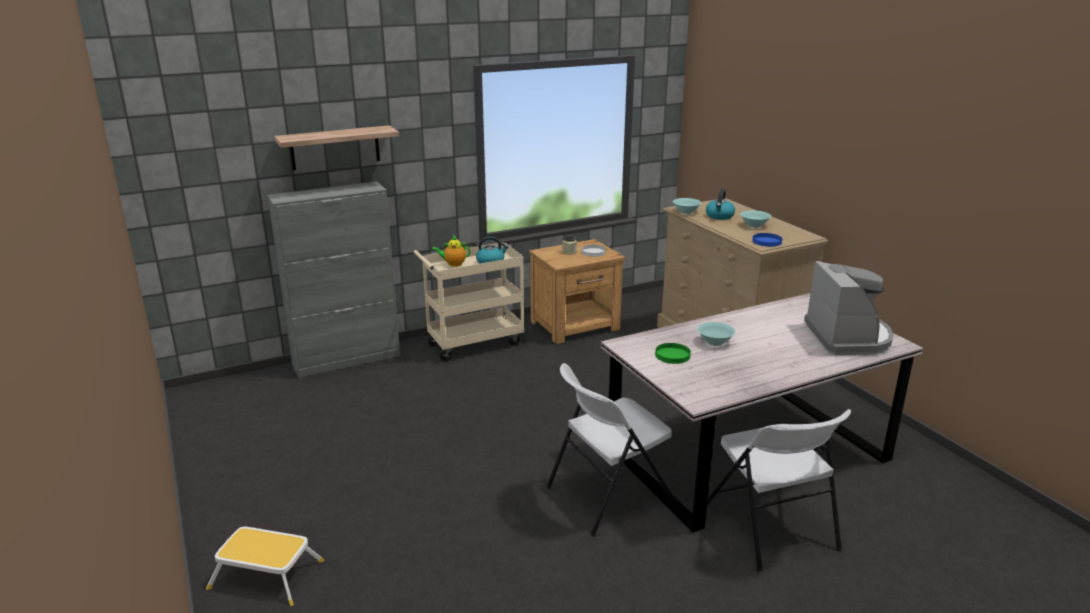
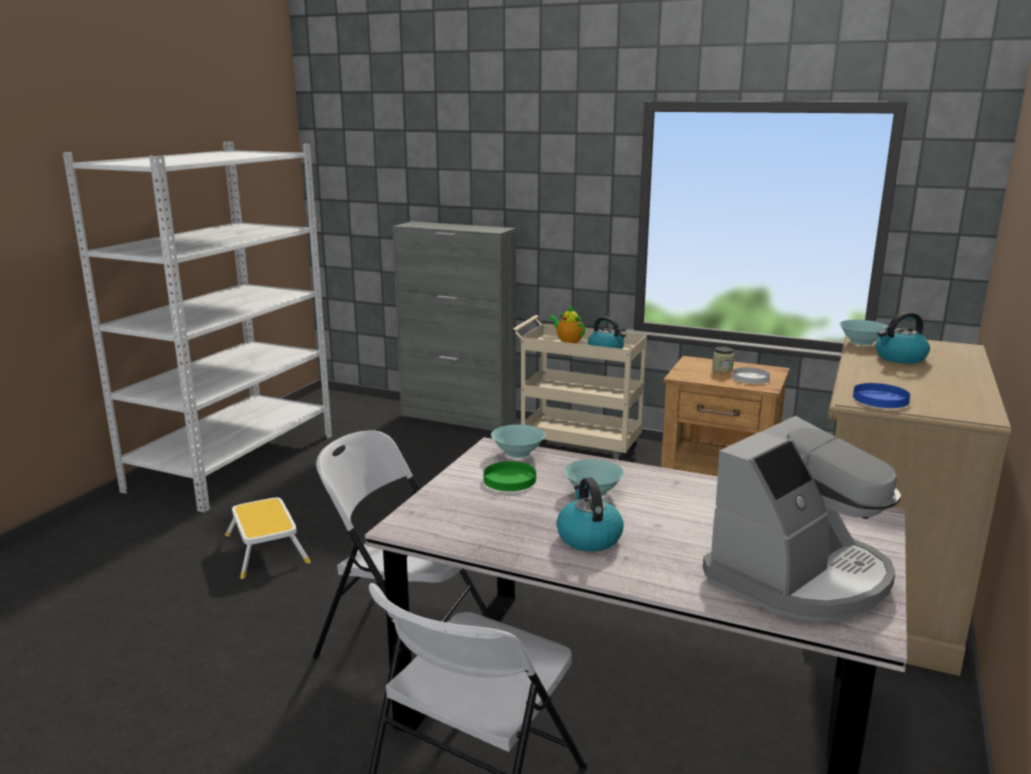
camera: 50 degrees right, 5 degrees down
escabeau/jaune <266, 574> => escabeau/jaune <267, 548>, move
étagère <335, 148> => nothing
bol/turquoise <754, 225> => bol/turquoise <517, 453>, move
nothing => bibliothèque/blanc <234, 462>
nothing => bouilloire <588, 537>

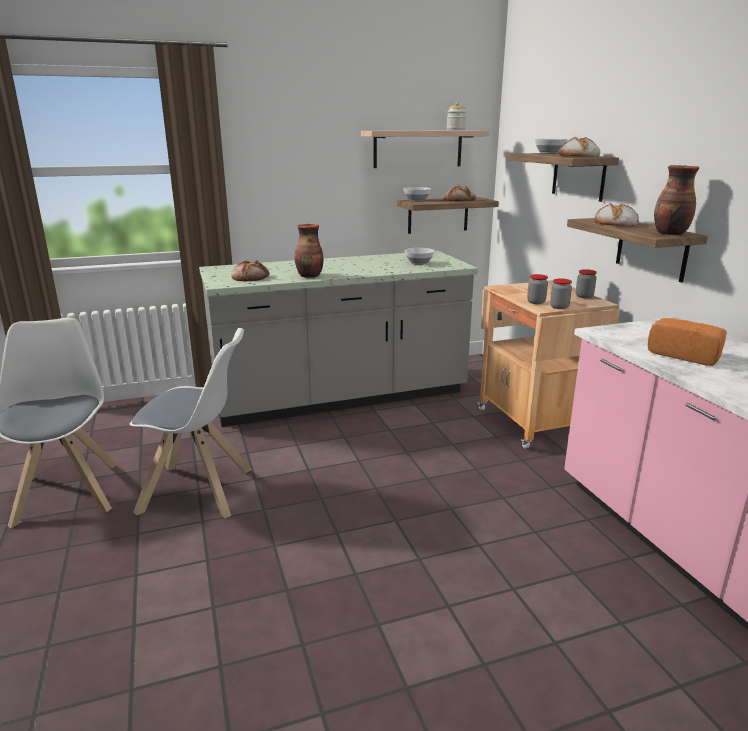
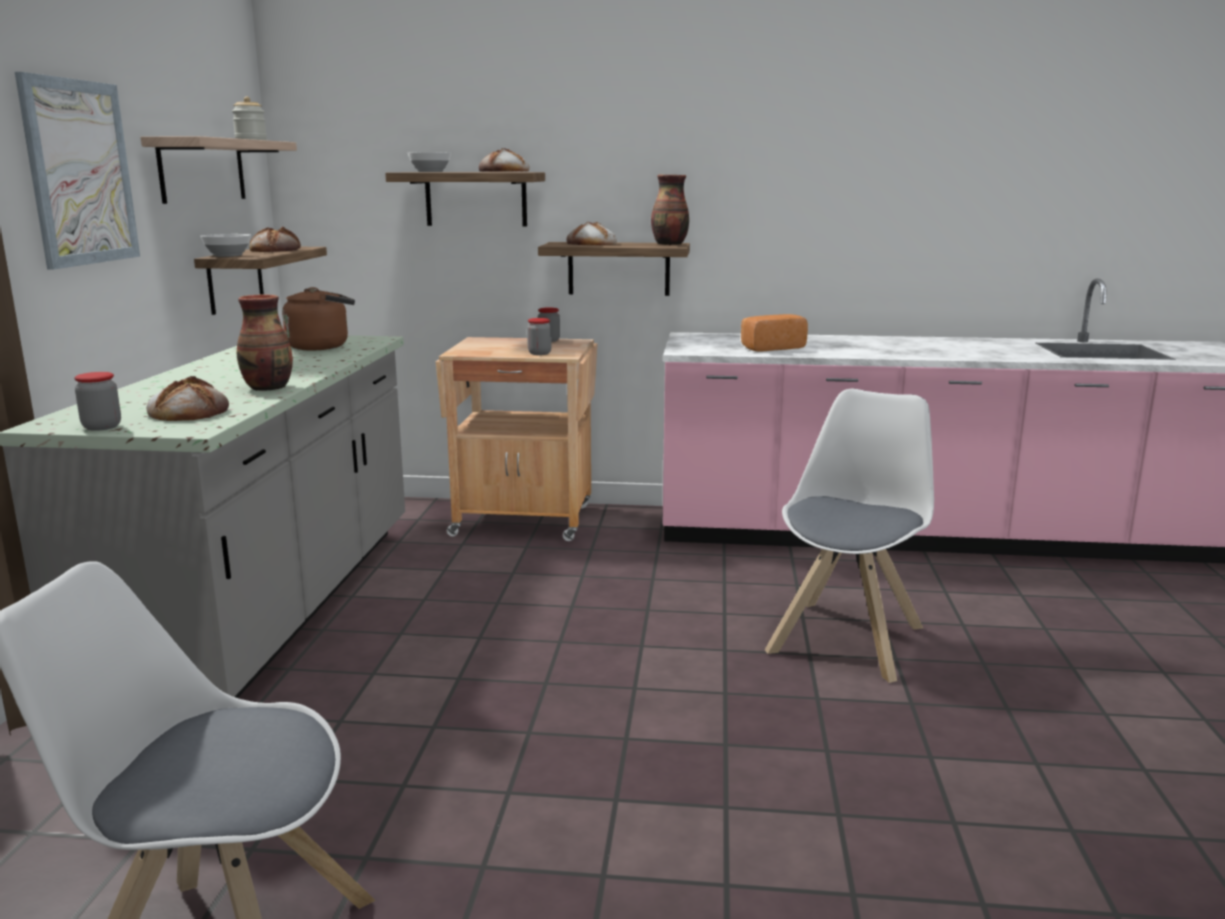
camera: 65 degrees left, 5 degrees down
chaise <200, 491> => chaise <848, 637>, move
bol <419, 263> => bouilloire/marron <322, 346>
bocal <559, 307> => bocal <102, 427>, move
nothing => tableau <80, 173>

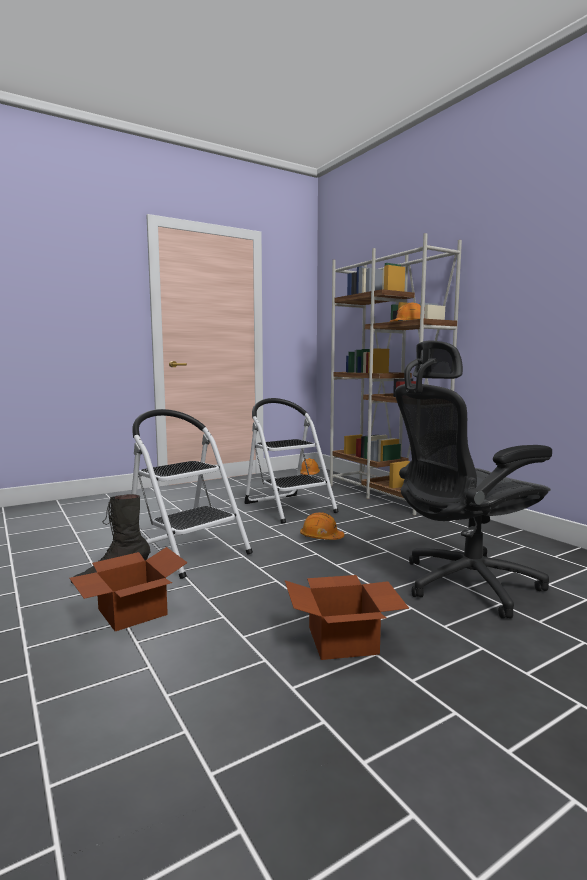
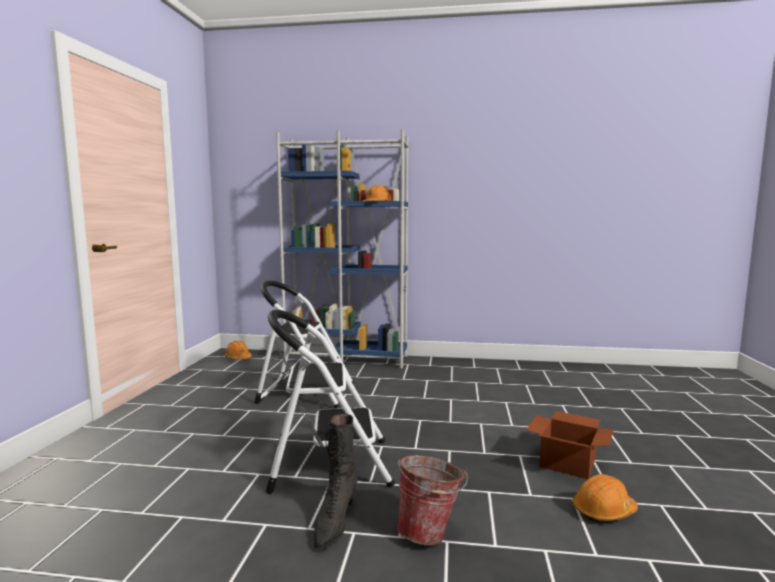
camera: 50 degrees left, 0 degrees up
carton <130, 612> => seau <430, 533>
casque de chantier/orange <321, 537> => casque de chantier/orange <603, 511>, move
bibliothèque/marron <384, 495> => bibliothèque/bleu <347, 359>
chaise de bureau <463, 586> => nothing

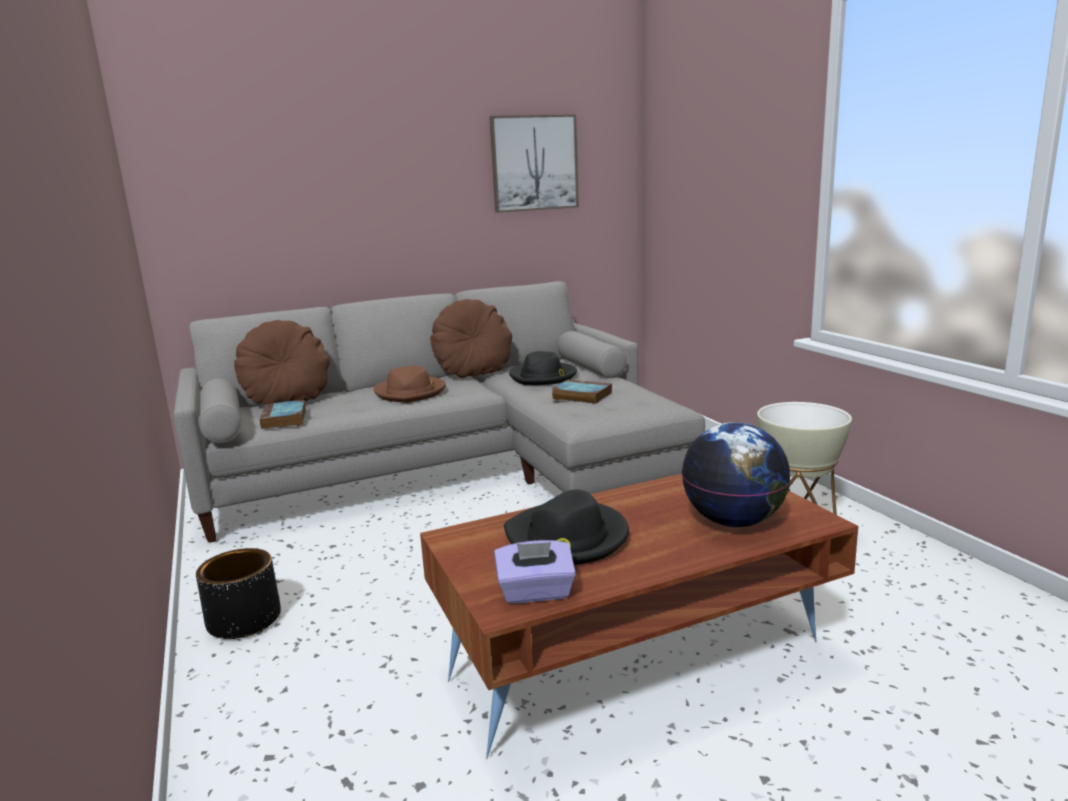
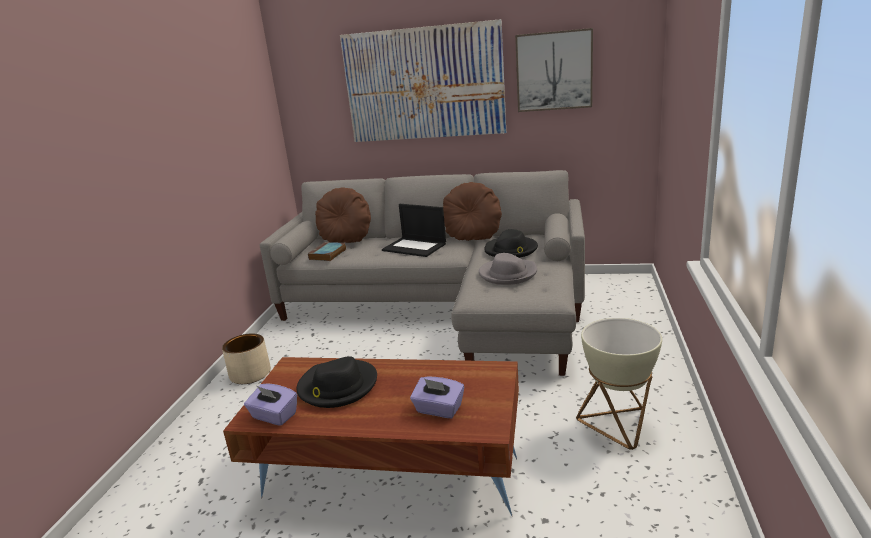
camera: 35 degrees right, 5 degrees up
cache-pot/noir <243, 620> => cache-pot/beige <250, 374>
chapeau/marron <410, 392> => ordinateur portable <415, 247>
livre <580, 396> => chapeau/gris <508, 274>
globe <734, 521> => boîte à mouchoirs/violet <438, 410>
nothing => tableau <424, 83>

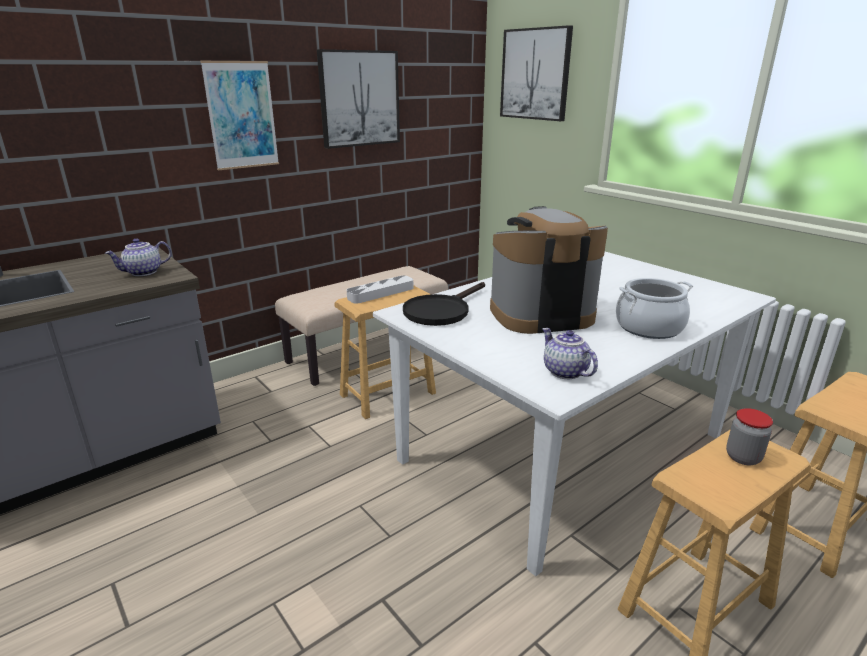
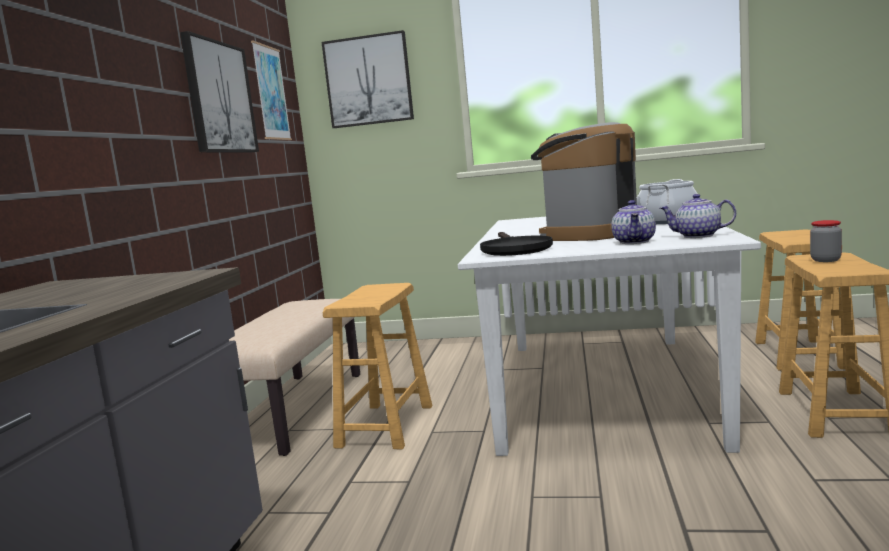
camera: 40 degrees left, 15 degrees down
théière <143, 272> => théière <635, 242>, move
tableau <241, 115> => tableau <271, 93>, move
plateau/gris <381, 293> => nothing

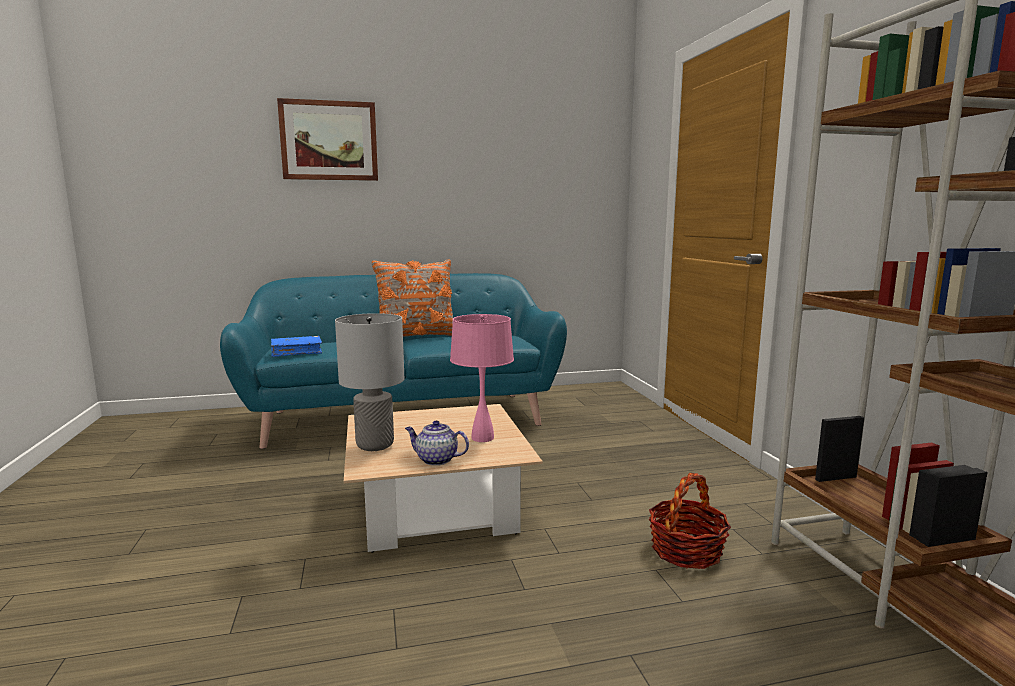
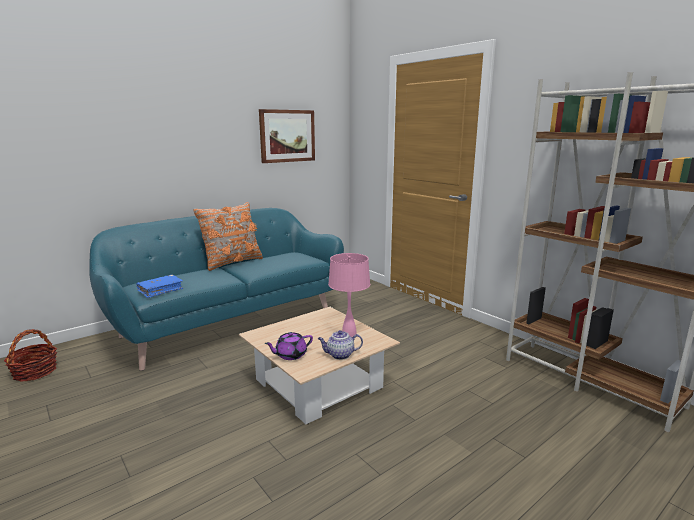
camera: 25 degrees left, 5 degrees up
tableau <329, 141> => tableau <287, 136>, move
lampe de table/gris <374, 447> => théière/violet <290, 355>
panier <686, 551> => panier <35, 372>, move

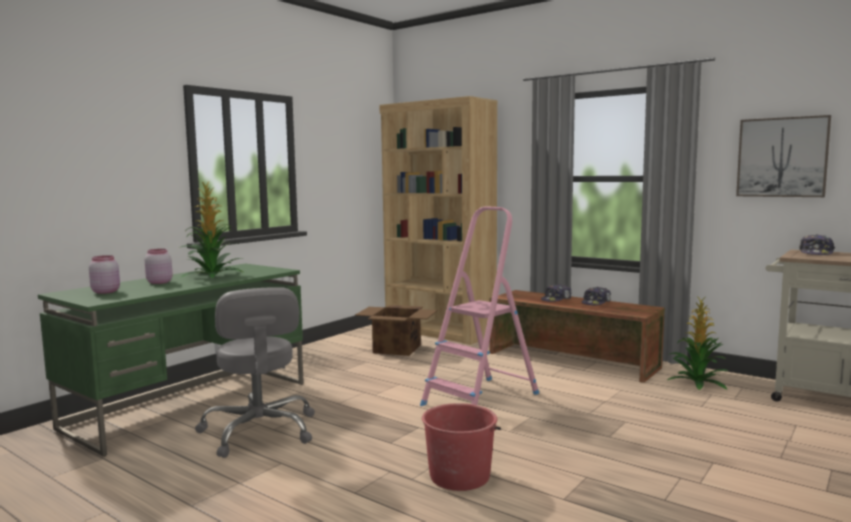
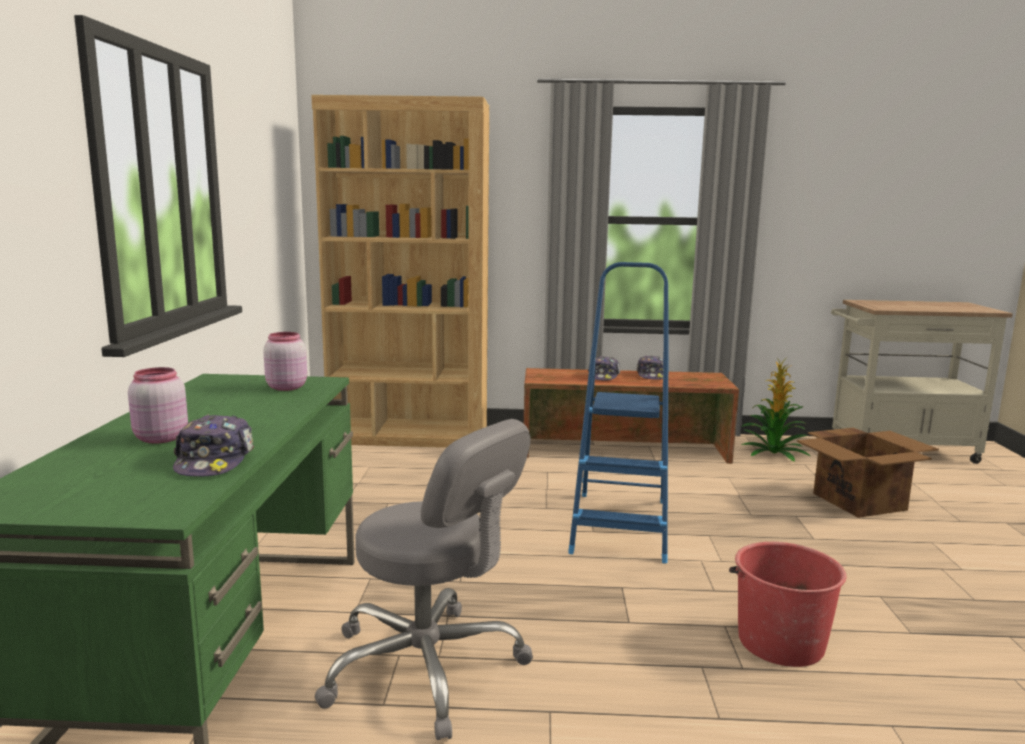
camera: 35 degrees left, 5 degrees up
bocal/rose <106, 292> => bocal/rose <286, 387>, move
plante en pot <212, 276> => nothing
carton <397, 349> => carton <860, 501>, move
escabeau/rose <480, 399> => escabeau/bleu <620, 526>
tableau <782, 157> => nothing
casquette <816, 253> => casquette <215, 461>, move

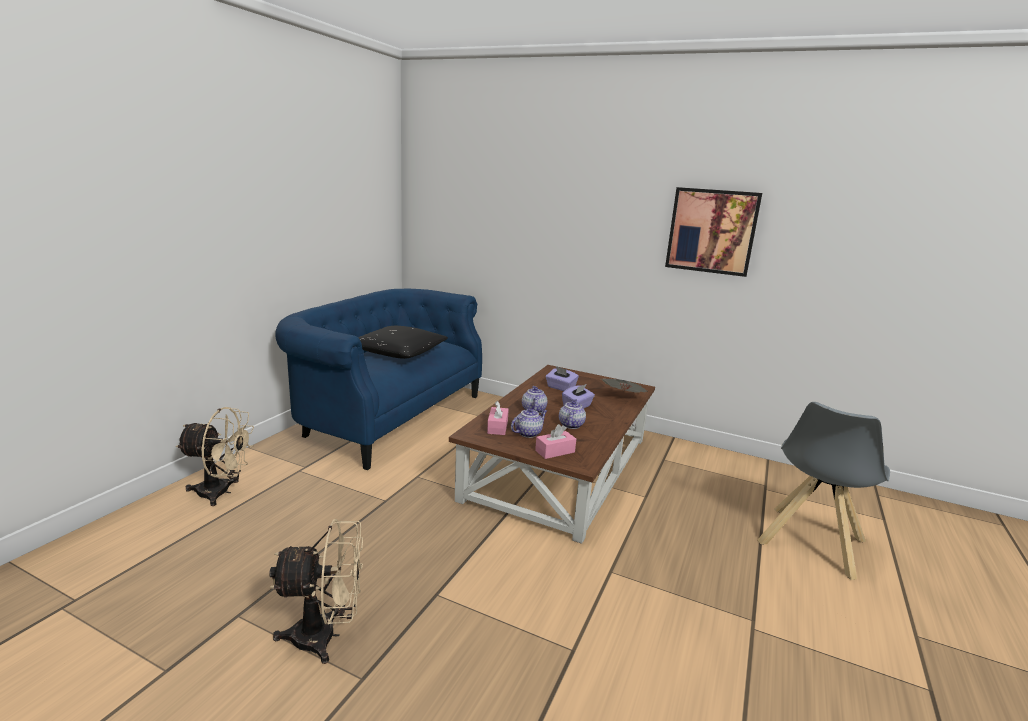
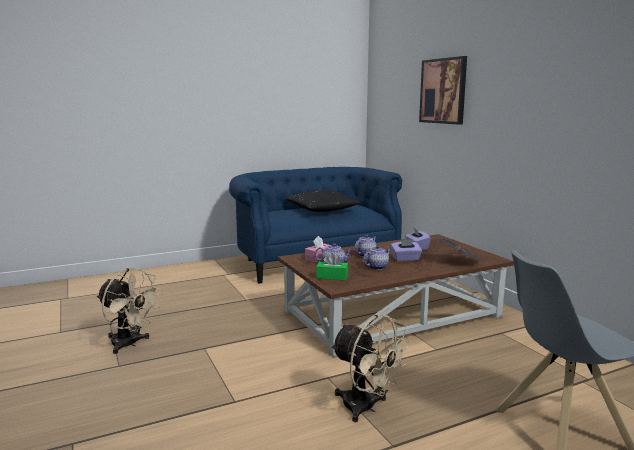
camera: 40 degrees right, 5 degrees down
ventilateur/beige <221, 492> => ventilateur/beige <366, 408>, move
boîte à mouchoirs/rose <555, 451> => boîte à mouchoirs/vert <332, 277>
tableau <711, 231> => tableau <443, 91>, move

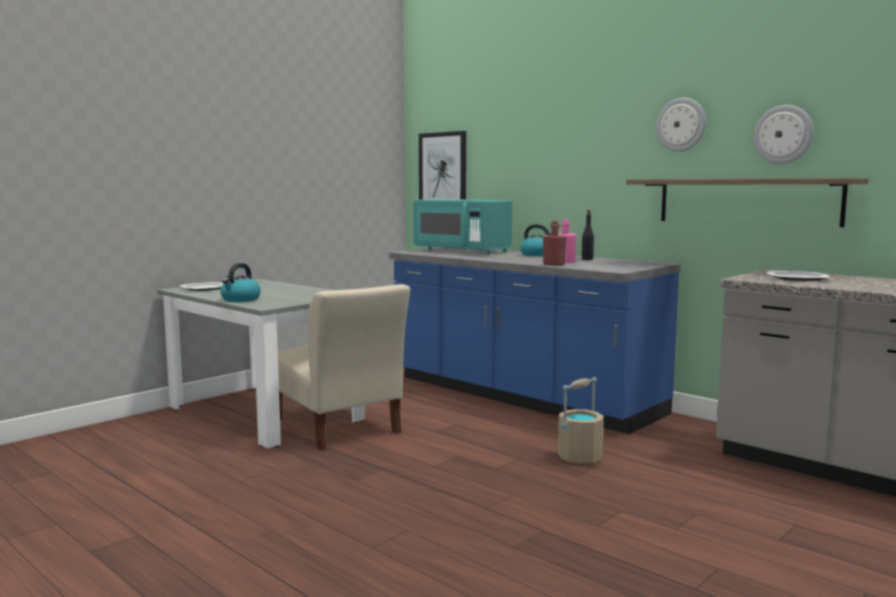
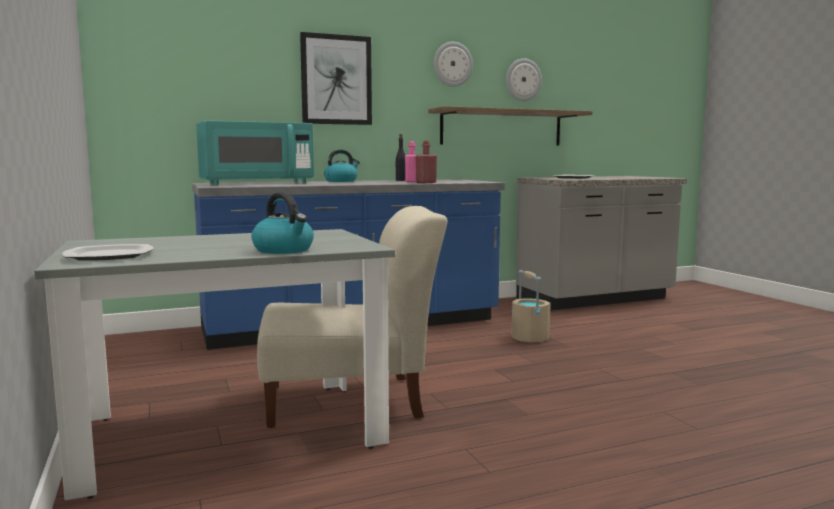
camera: 65 degrees left, 0 degrees up
tableau <443, 170> => tableau <336, 80>, move

